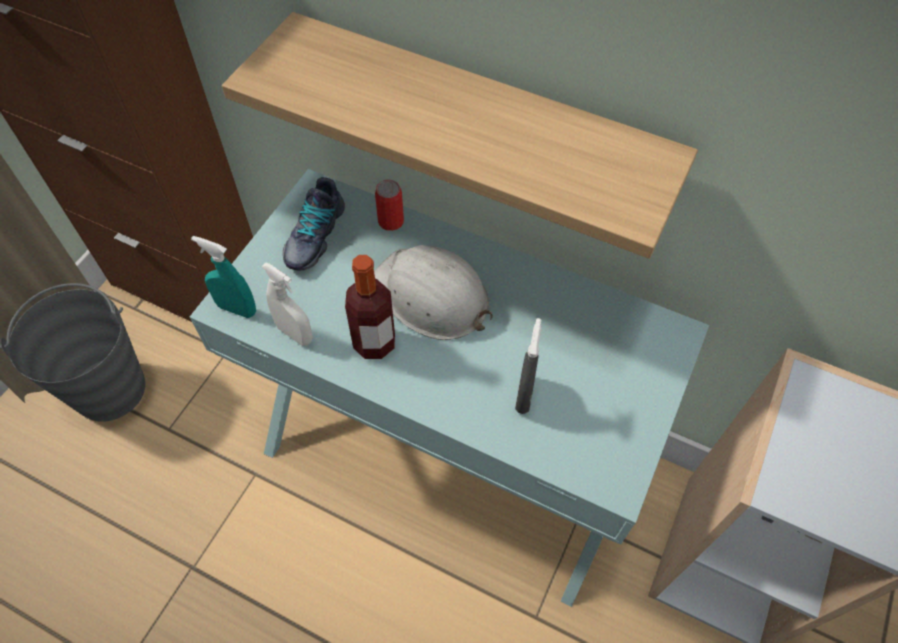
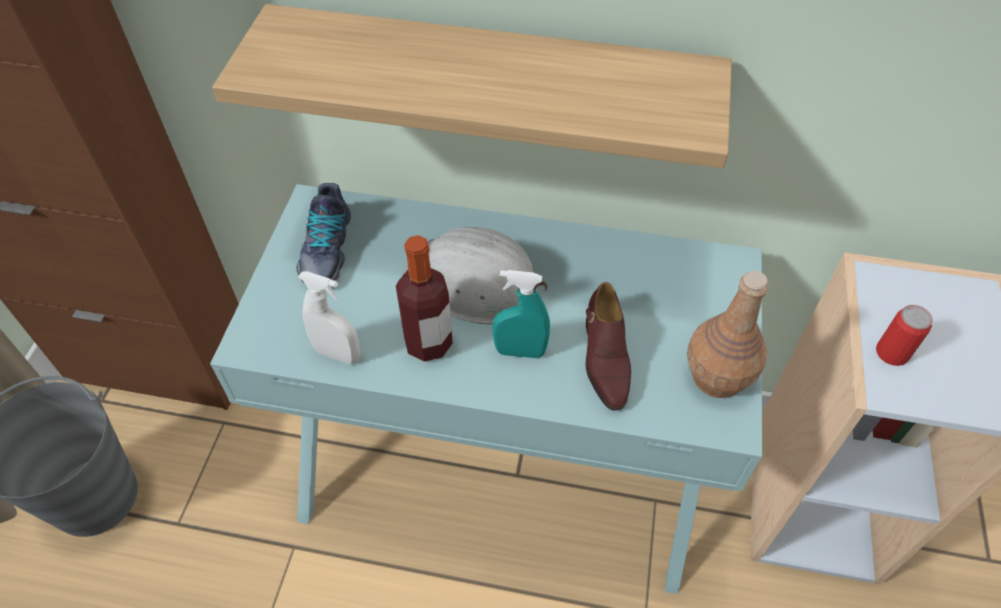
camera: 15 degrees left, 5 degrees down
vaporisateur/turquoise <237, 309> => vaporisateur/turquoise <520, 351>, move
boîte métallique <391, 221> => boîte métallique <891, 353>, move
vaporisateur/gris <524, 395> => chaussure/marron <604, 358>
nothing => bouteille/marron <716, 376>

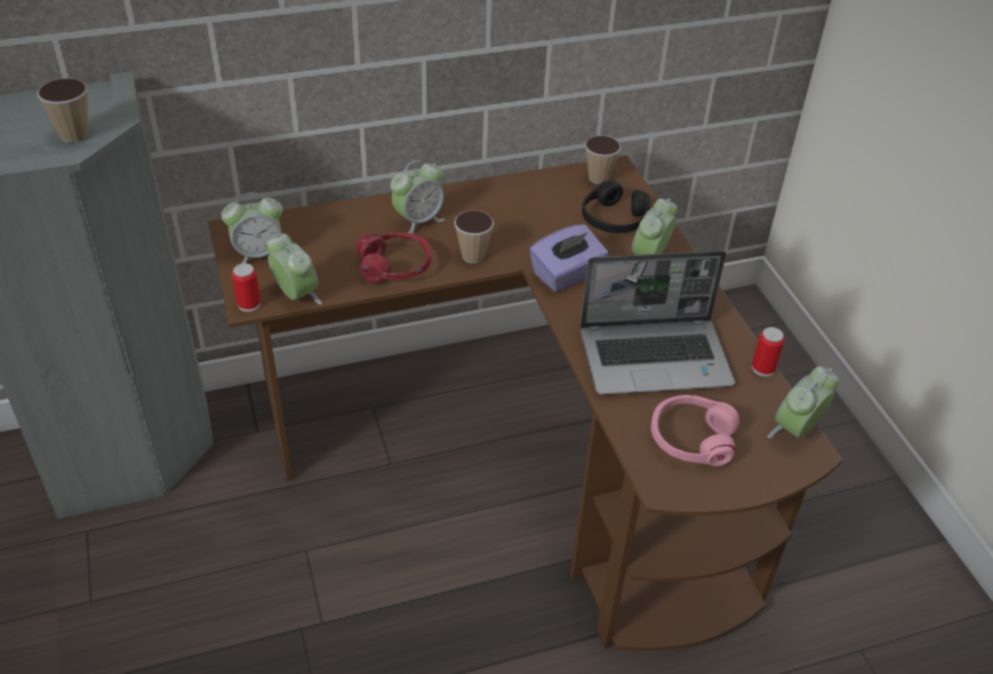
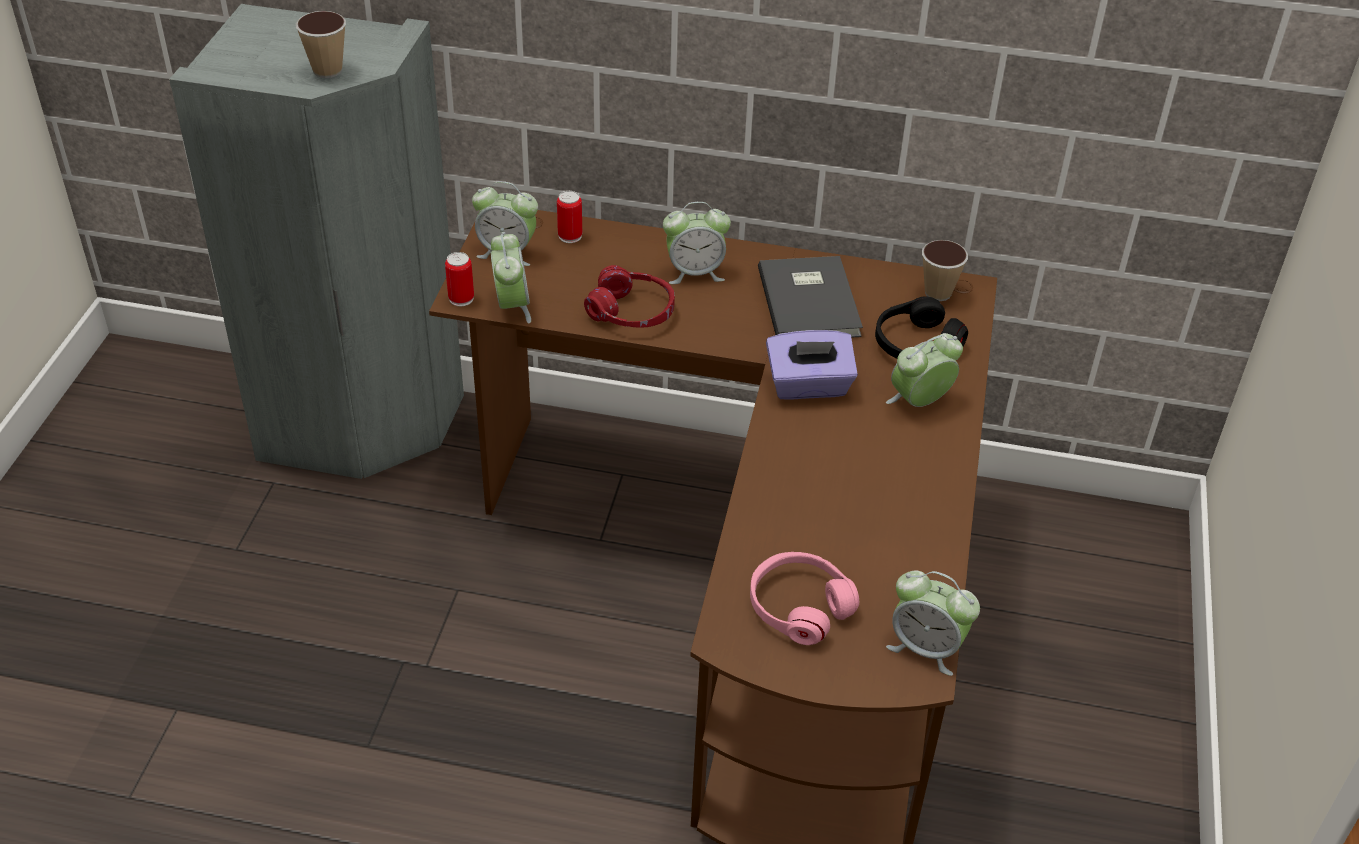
camera: 30 degrees right, 0 degrees up
tasse <473, 256> => nothing
ordinateur portable <656, 357> => nothing
boîte métallique <763, 368> => boîte métallique <570, 236>, move
réveil <796, 430> => réveil <926, 648>, 135 degrees counterclockwise
nothing => livre/gris <811, 301>

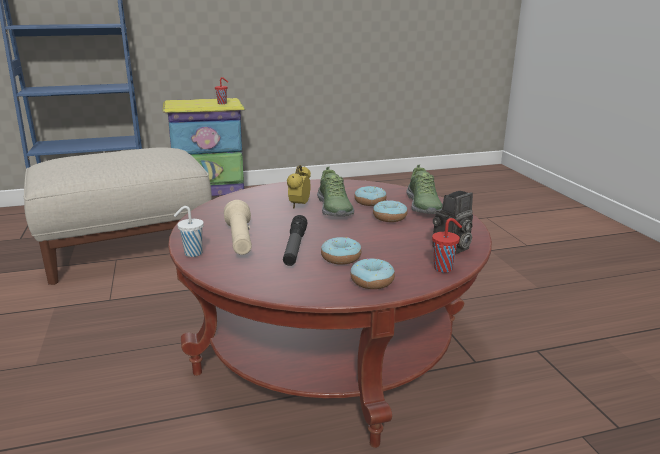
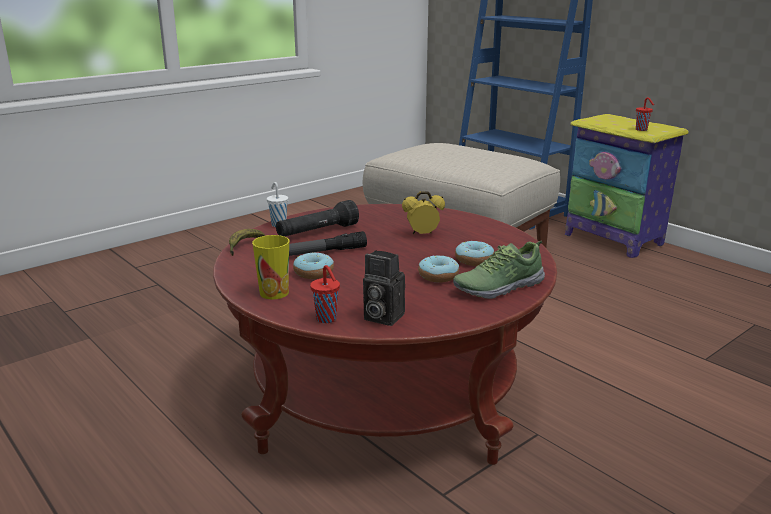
camera: 65 degrees right, 0 degrees up
lampe de poche/beige <240, 240> => lampe de poche/noir <317, 232>
chaussure <334, 208> => nothing
beignet <372, 281> => tasse <274, 293>
nothing => banane <244, 246>

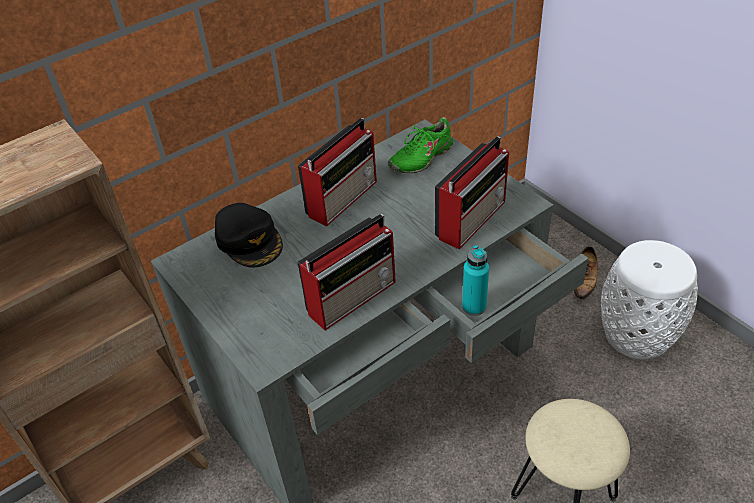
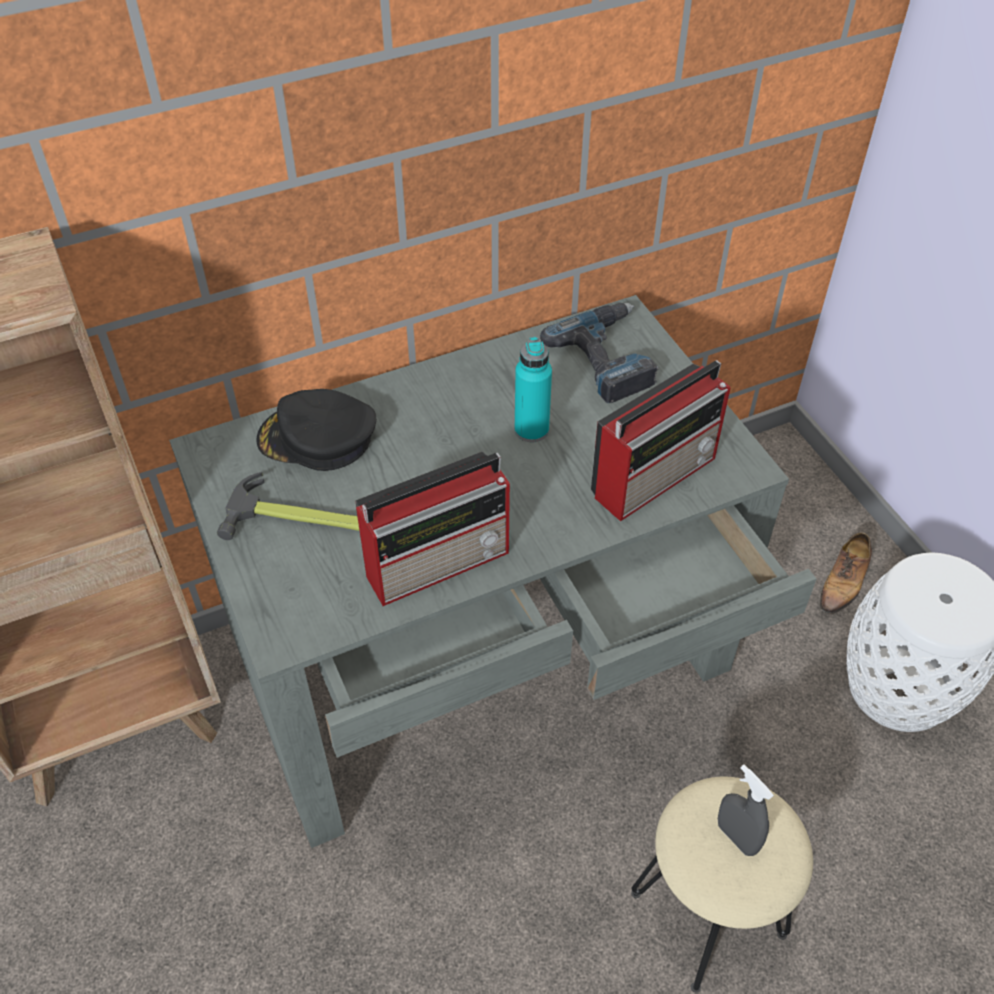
camera: 10 degrees right, 5 degrees up
casquette/noir <249, 240> => casquette/noir <317, 438>, 120 degrees clockwise
radio <343, 197> => nothing
chaussure/vert <421, 157> => perceuse <610, 358>
bouteille/turquoise <474, 306> => bouteille/turquoise <531, 430>, move
nothing => marteau <303, 520>
nothing => vaporisateur/gris <736, 837>

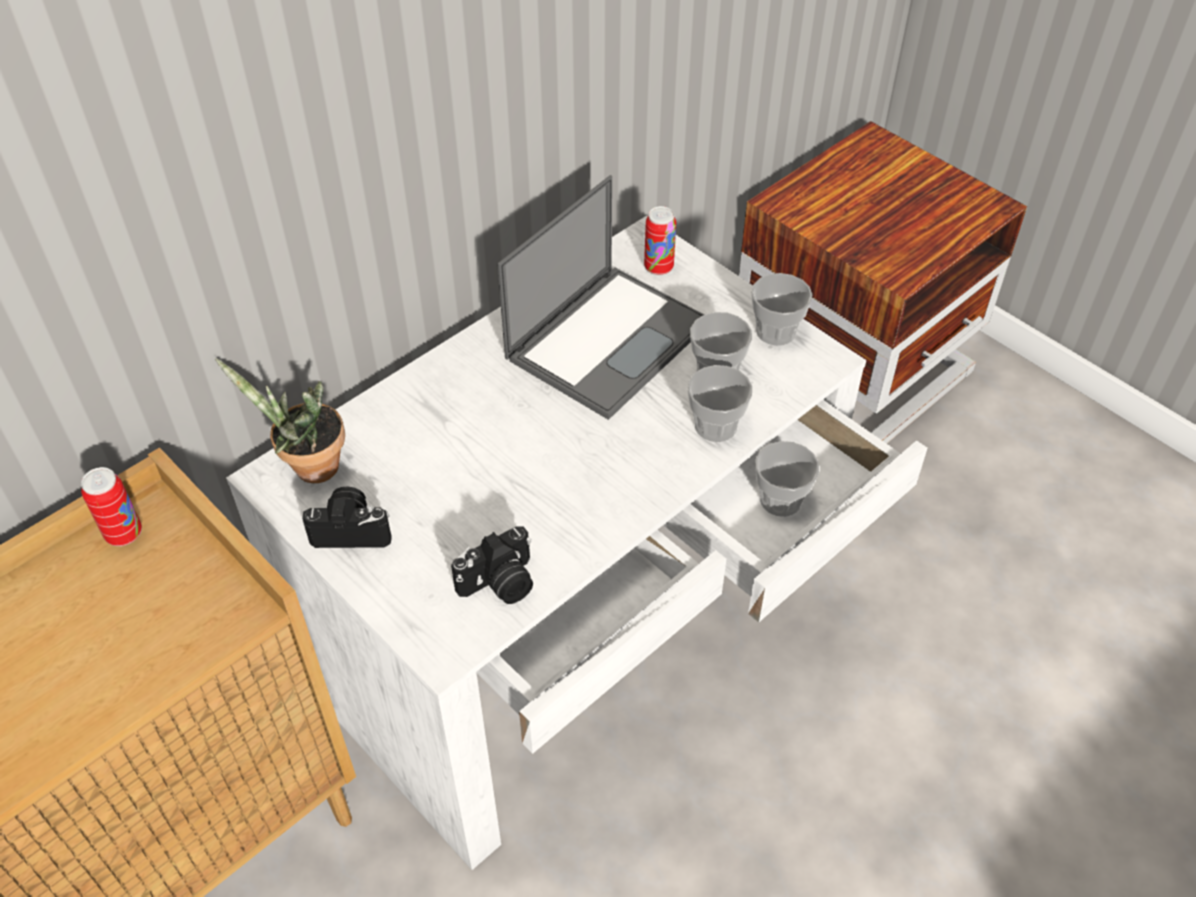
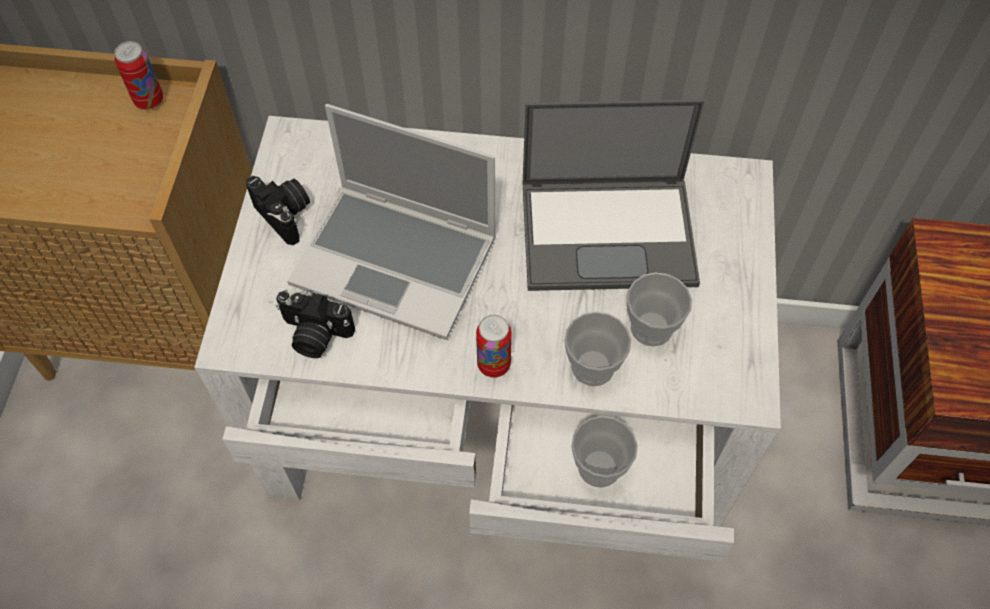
camera: 50 degrees right, 10 degrees up
plante en pot <309, 468> => nothing
boîte métallique <658, 267> => boîte métallique <493, 364>, move
tasse <776, 331> => nothing
nothing => ordinateur portable <398, 261>

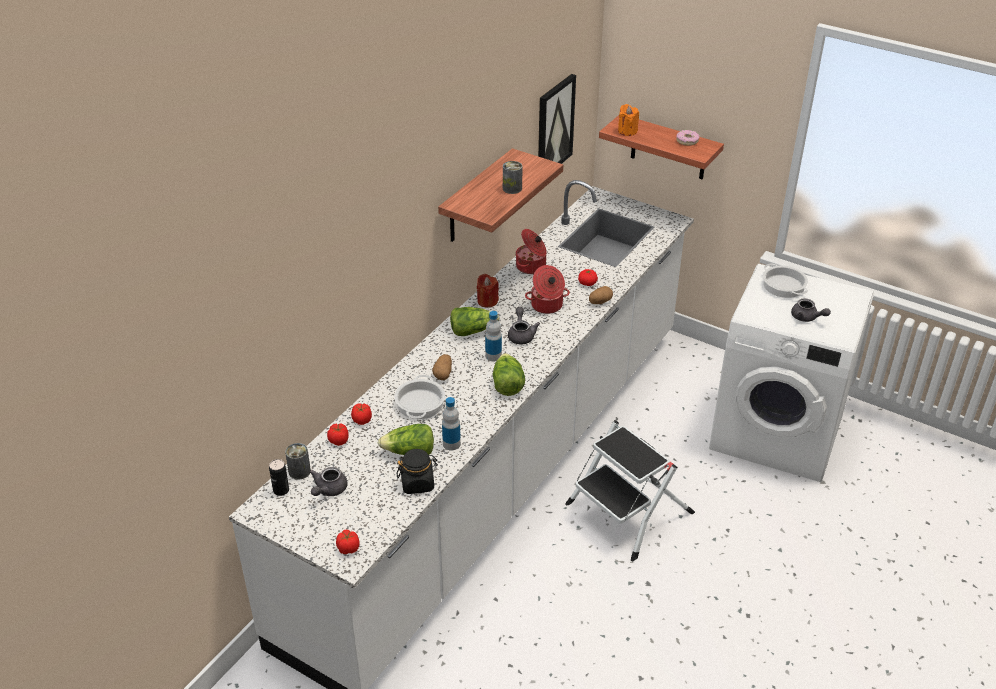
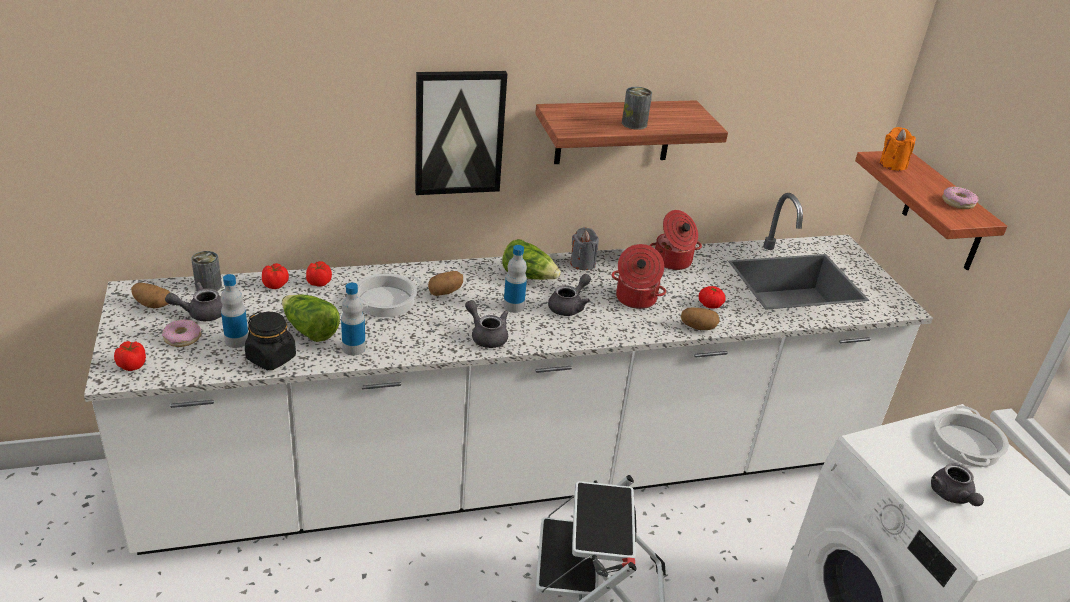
camera: 40 degrees right, 5 degrees down
boîte métallique <281, 490> => nothing
bougie/rouge <487, 301> => bougie/gris <582, 263>
laitue <507, 384> => théière/gris <486, 336>
tableau <554, 126> => tableau <459, 132>, move
nothing => pomme de terre <152, 304>
nothing => beignet <182, 338>
nothing => bouteille <237, 340>

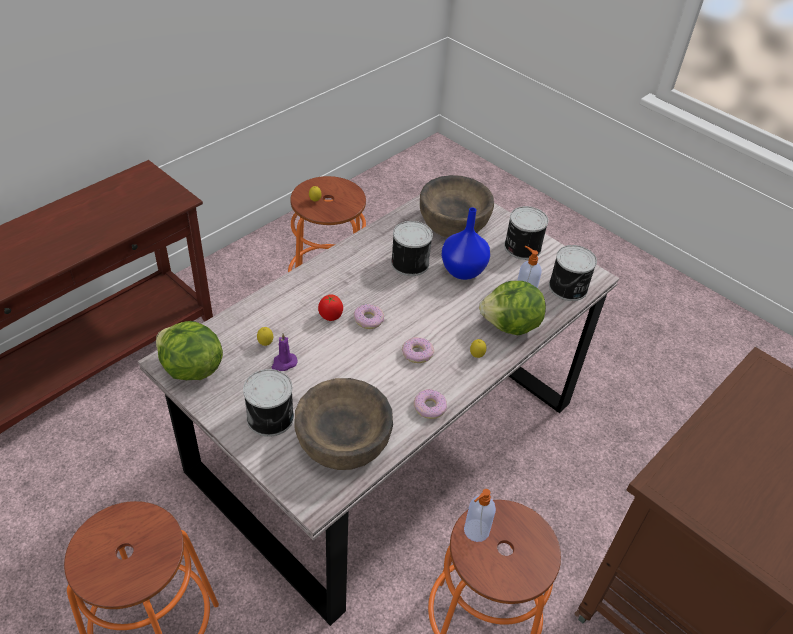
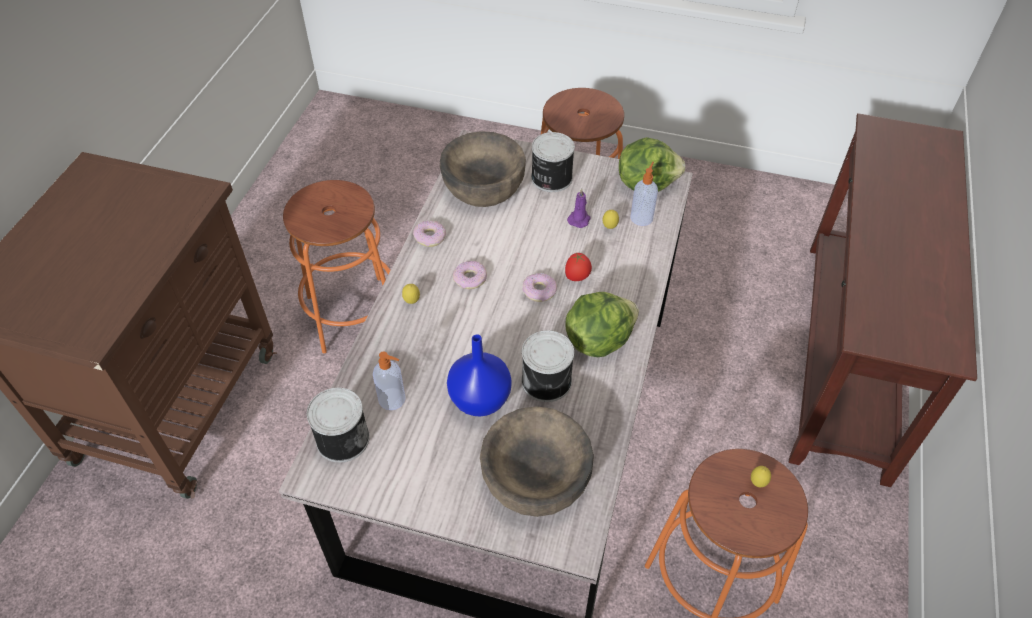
camera: 155 degrees right, 5 degrees up
distributeur de savon <475, 531> => distributeur de savon <642, 217>, move
laitue <510, 326> => laitue <598, 340>, move
boîte métallique <521, 247> => nothing

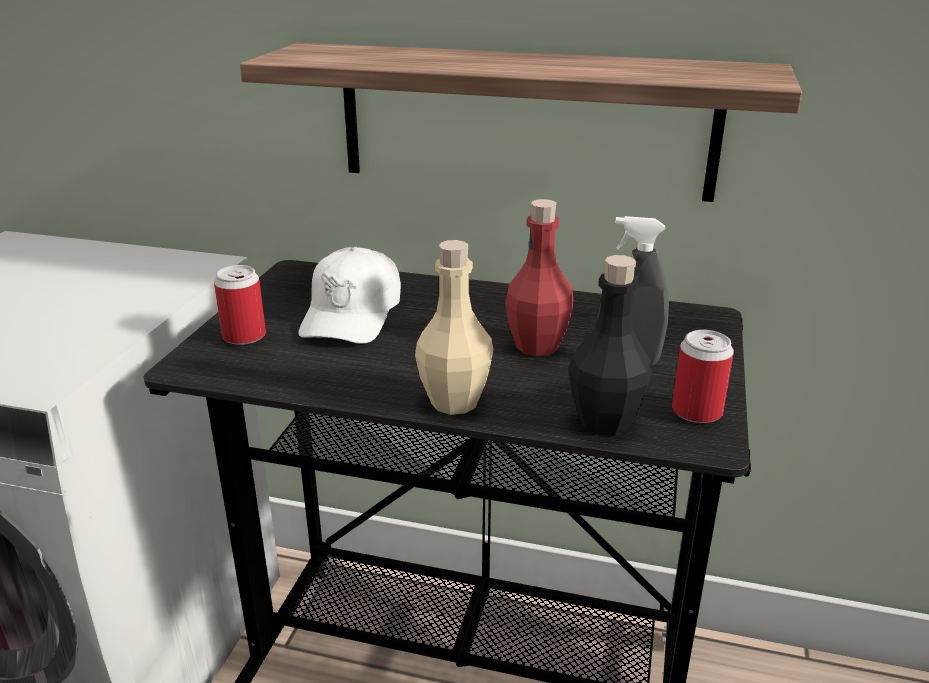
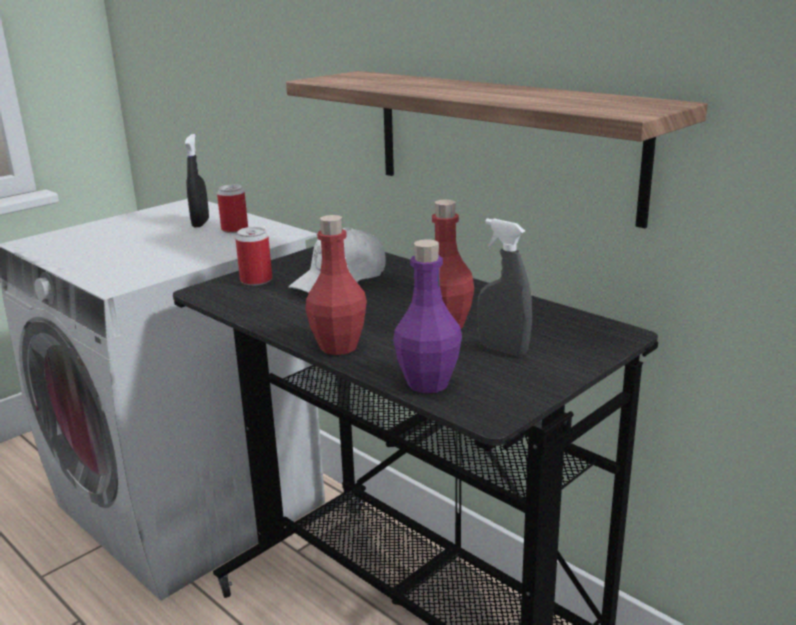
camera: 30 degrees right, 5 degrees down
bouteille/beige <454, 402> => bouteille/rouge <338, 346>
bouteille/noir <605, 422> => bouteille/violet <428, 383>
boîte métallique <697, 411> => boîte métallique <234, 230>, move
nothing => vaporisateur/noir <200, 223>

